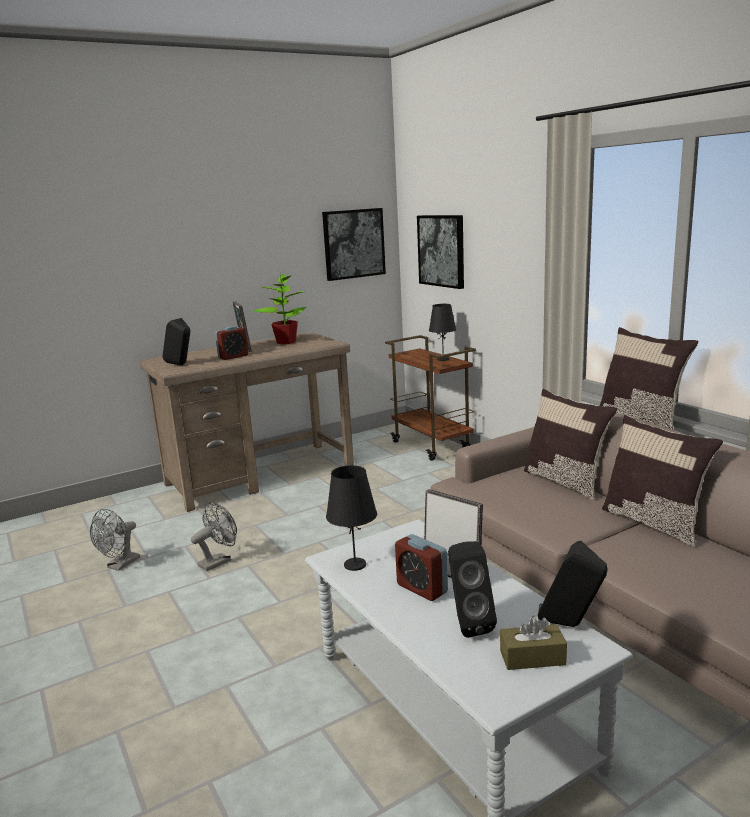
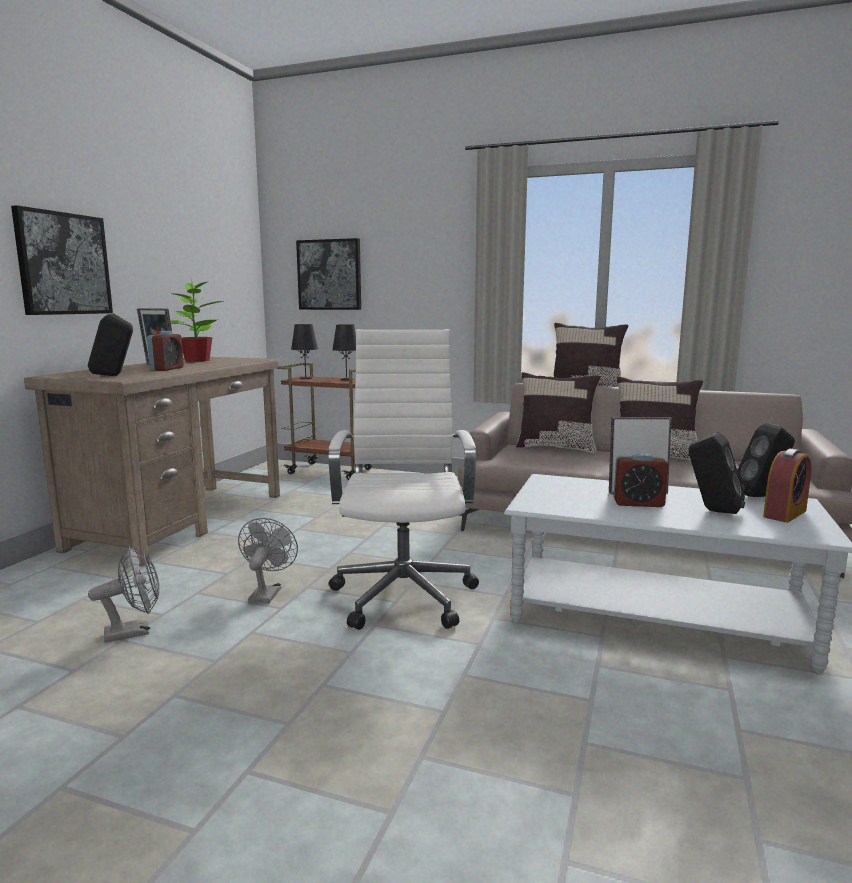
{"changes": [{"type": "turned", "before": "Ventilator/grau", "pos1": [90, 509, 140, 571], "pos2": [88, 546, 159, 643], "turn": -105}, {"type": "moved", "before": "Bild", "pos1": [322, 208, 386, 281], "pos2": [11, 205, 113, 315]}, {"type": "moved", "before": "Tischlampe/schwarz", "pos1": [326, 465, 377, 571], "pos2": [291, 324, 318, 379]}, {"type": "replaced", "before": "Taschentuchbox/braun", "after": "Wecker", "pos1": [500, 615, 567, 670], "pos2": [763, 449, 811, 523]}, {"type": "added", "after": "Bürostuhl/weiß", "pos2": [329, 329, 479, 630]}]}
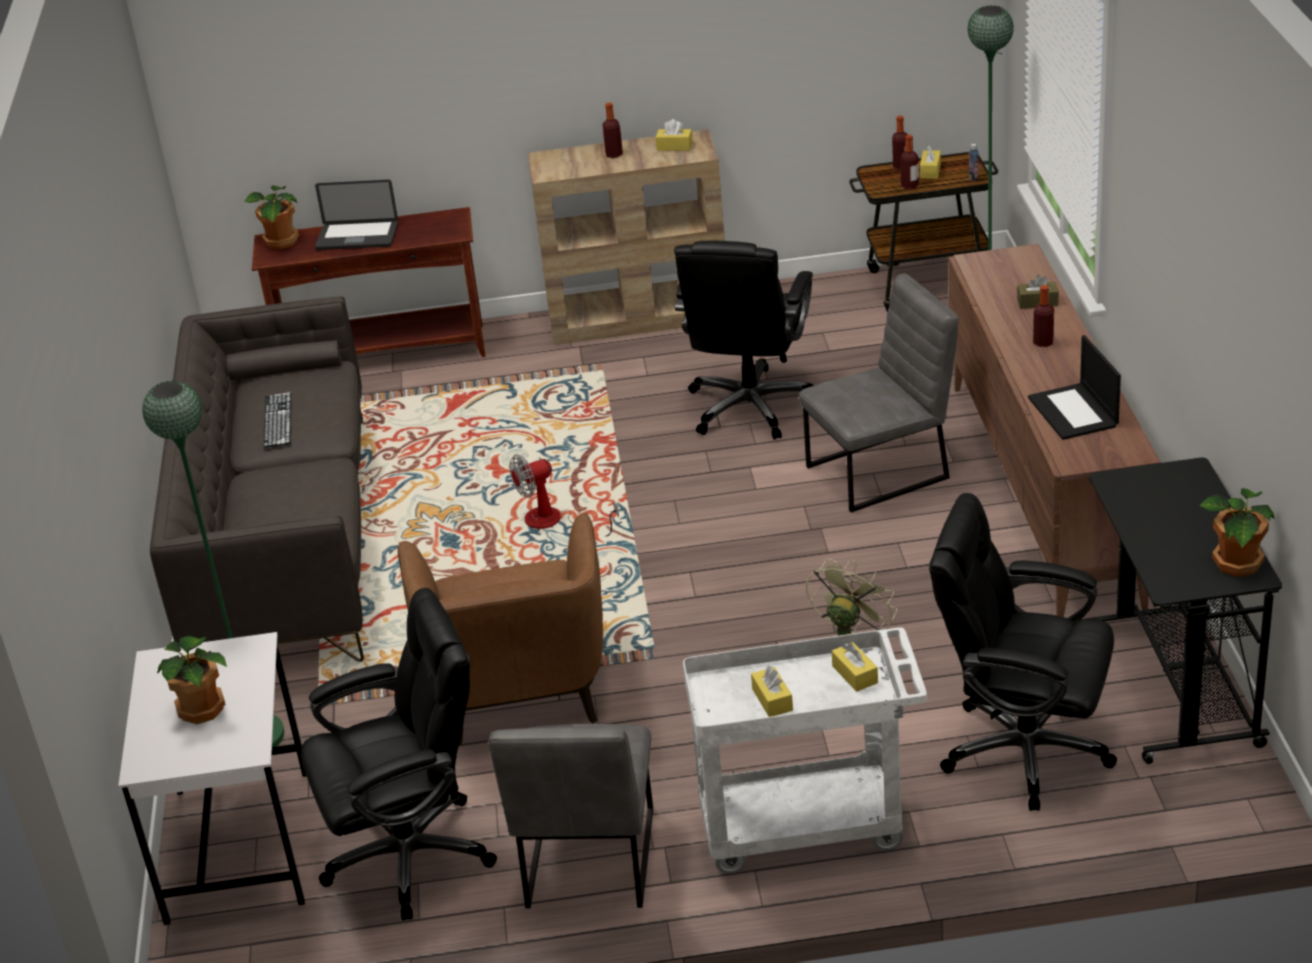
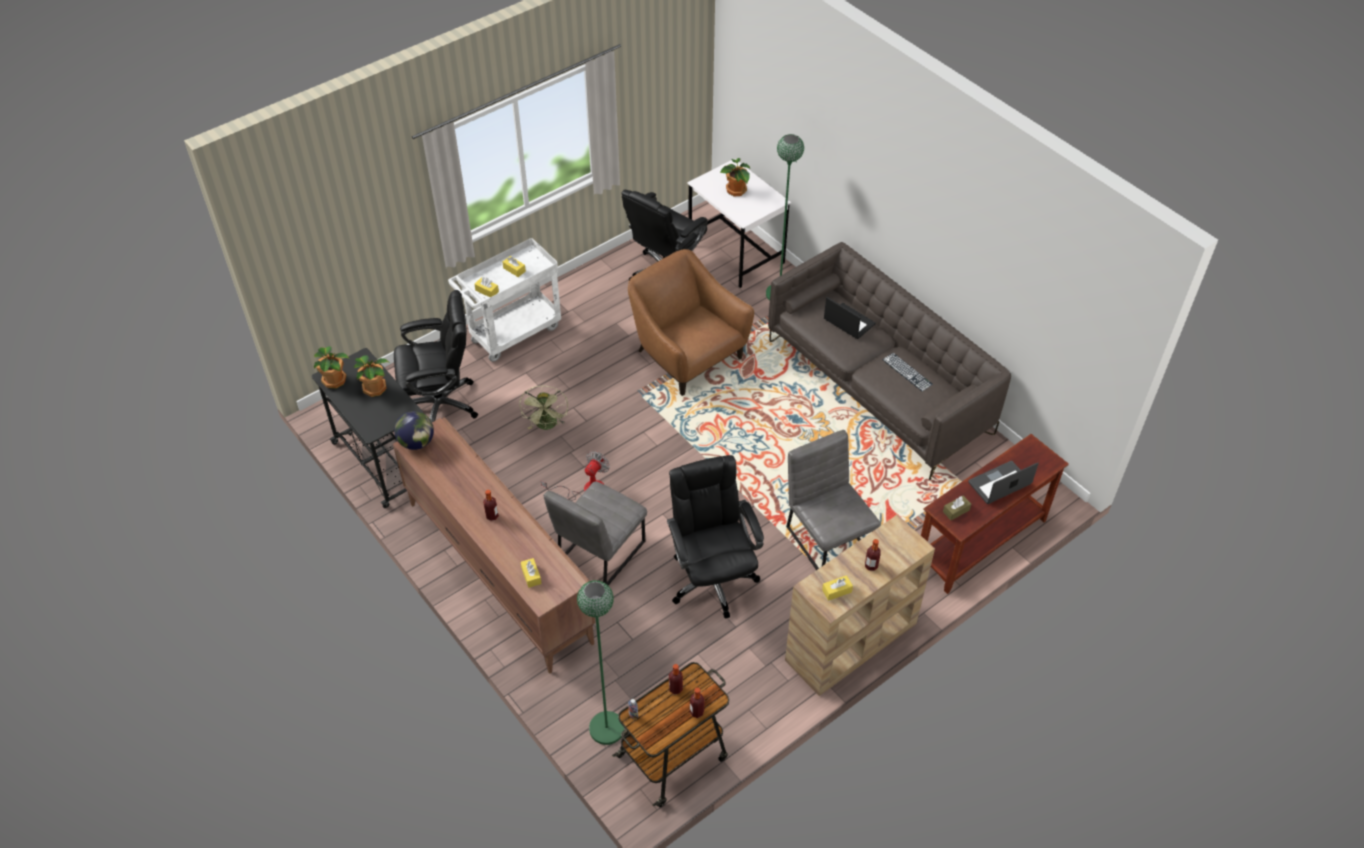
{"changes": [{"type": "moved", "before": "Topfpflanze", "pos1": [244, 186, 299, 249], "pos2": [354, 355, 389, 397]}, {"type": "moved", "before": "Stuhl/grau", "pos1": [489, 724, 653, 908], "pos2": [786, 430, 880, 570]}, {"type": "moved", "before": "Ventilator", "pos1": [509, 454, 619, 537], "pos2": [541, 451, 610, 500]}, {"type": "moved", "before": "Taschentuchbox/gelb", "pos1": [920, 145, 941, 179], "pos2": [521, 558, 542, 588]}, {"type": "moved", "before": "Taschentuchbox/braun", "pos1": [1017, 275, 1059, 309], "pos2": [943, 496, 971, 520]}, {"type": "moved", "before": "Laptop", "pos1": [1028, 335, 1121, 440], "pos2": [824, 297, 876, 339]}, {"type": "added", "after": "Globus", "pos2": [394, 411, 434, 450]}]}
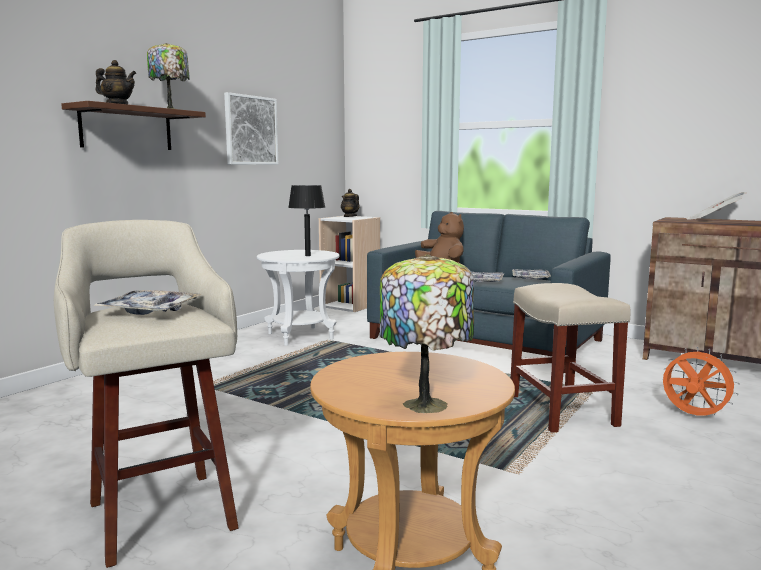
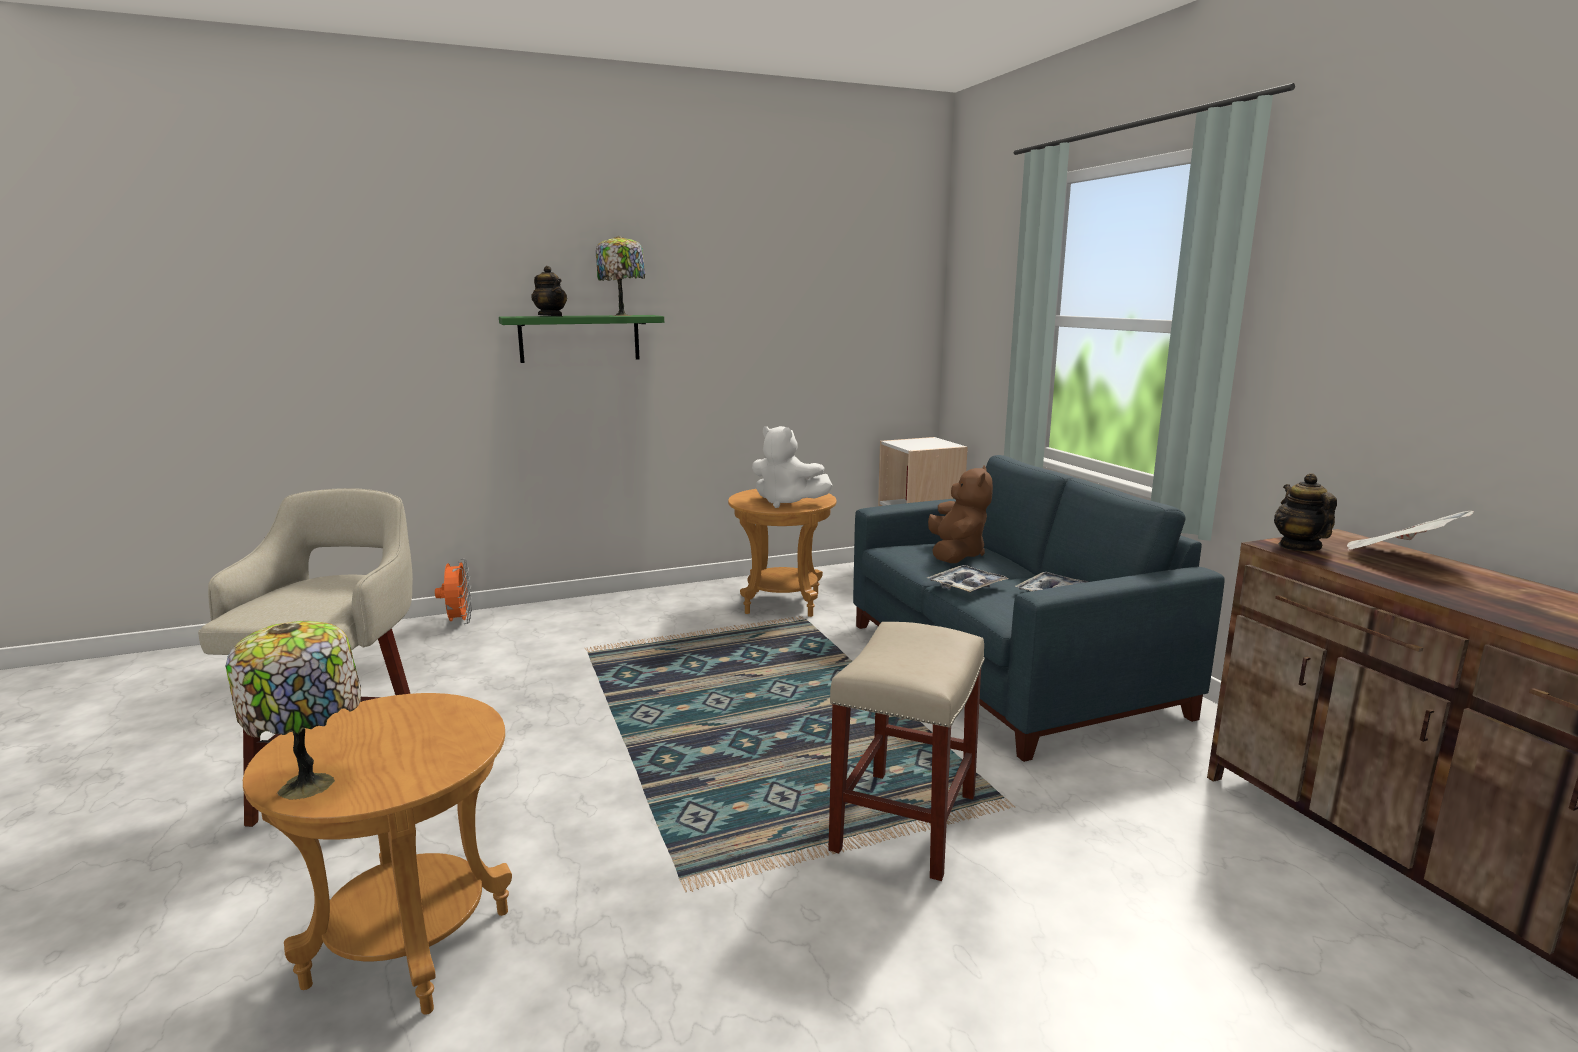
{"changes": [{"type": "recoloured", "before": "Wandregal/braun", "after": "Wandregal/grün", "pos1": [61, 101, 206, 150], "pos2": [499, 315, 664, 363]}, {"type": "removed", "before": "Tablett", "pos1": [93, 290, 201, 315]}, {"type": "removed", "before": "Bild", "pos1": [224, 92, 278, 165]}, {"type": "recoloured", "before": "Beistelltisch/weiß", "after": "Beistelltisch/braun", "pos1": [257, 250, 339, 346], "pos2": [728, 489, 837, 617]}, {"type": "replaced", "before": "Tischlampe/schwarz", "after": "Plüschtier/weiß", "pos1": [288, 185, 325, 256], "pos2": [752, 426, 832, 508]}, {"type": "moved", "before": "Teekanne", "pos1": [341, 189, 360, 217], "pos2": [1274, 473, 1337, 551]}, {"type": "moved", "before": "Ventilator/orange", "pos1": [663, 347, 740, 416], "pos2": [435, 558, 472, 624]}]}
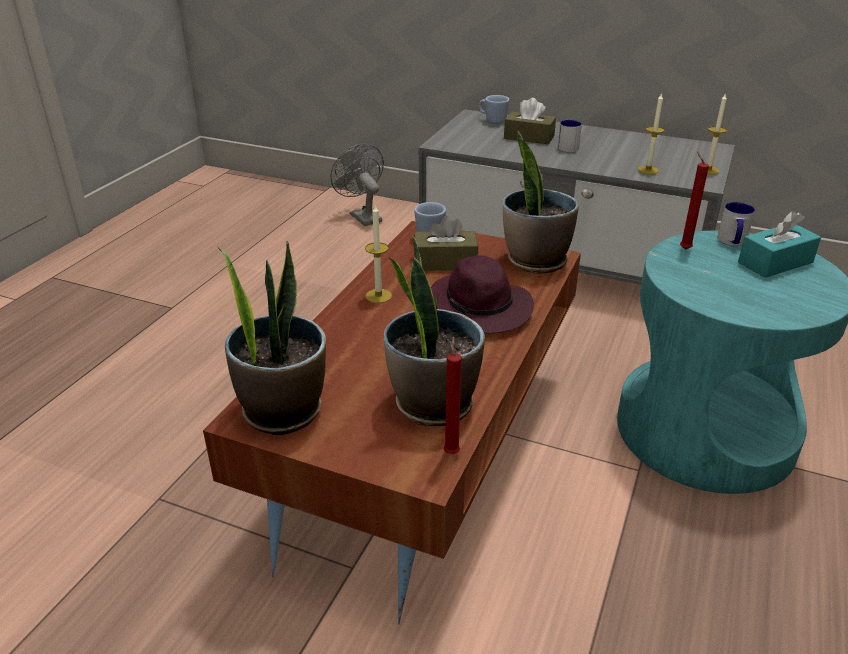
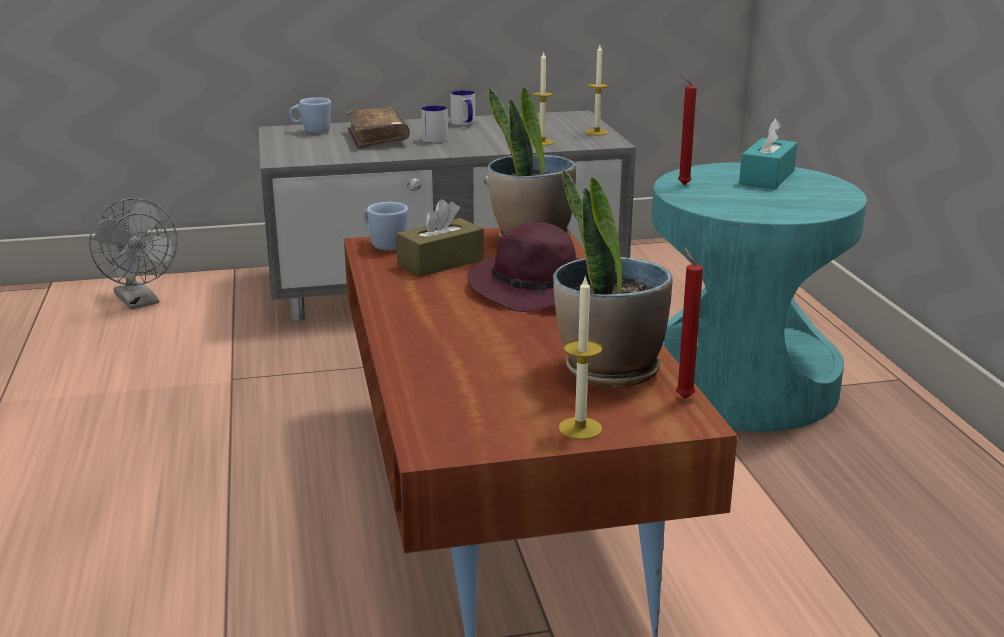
{"changes": [{"type": "removed", "before": "Topfpflanze", "pos1": [218, 241, 326, 435]}, {"type": "turned", "before": "Ventilator/grau", "pos1": [330, 144, 384, 226], "pos2": [89, 198, 178, 309], "turn": -150}, {"type": "moved", "before": "Kerze", "pos1": [365, 205, 392, 303], "pos2": [558, 275, 602, 440]}, {"type": "replaced", "before": "Taschentuchbox/braun", "after": "Buch/braun", "pos1": [504, 98, 556, 144], "pos2": [346, 107, 410, 149]}, {"type": "moved", "before": "Henkelbecher", "pos1": [717, 202, 755, 246], "pos2": [450, 90, 475, 126]}]}
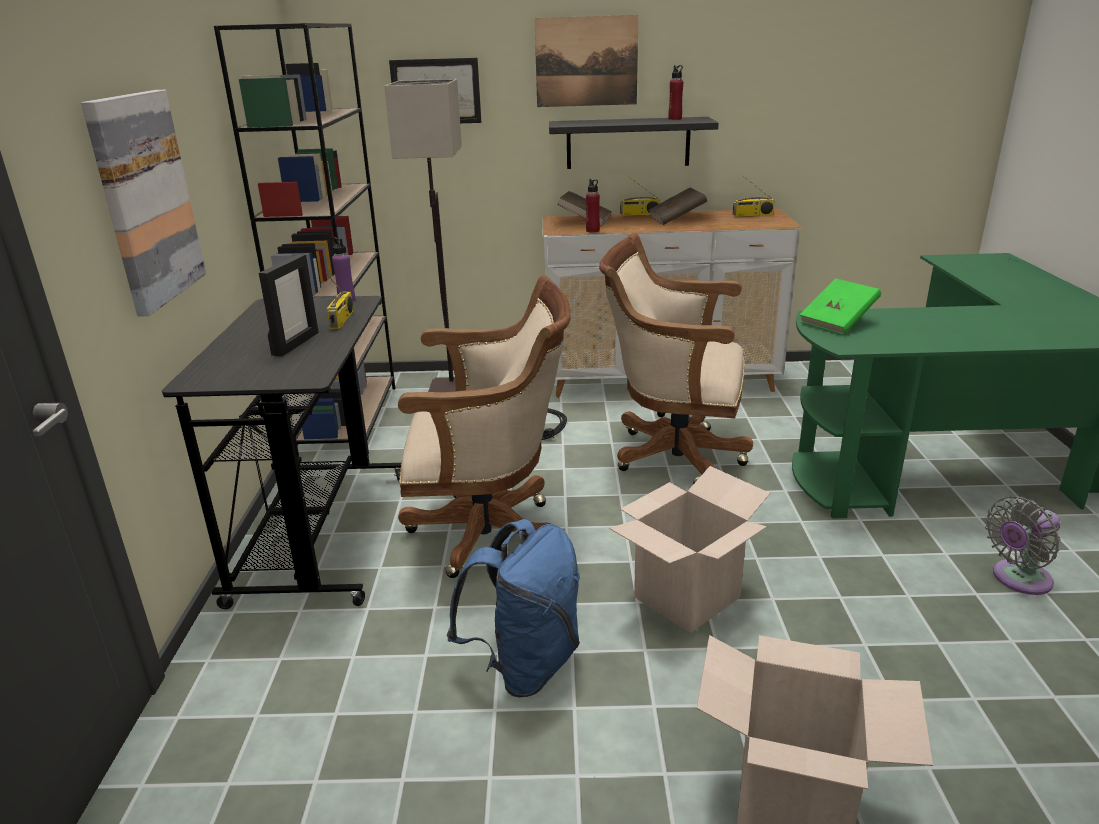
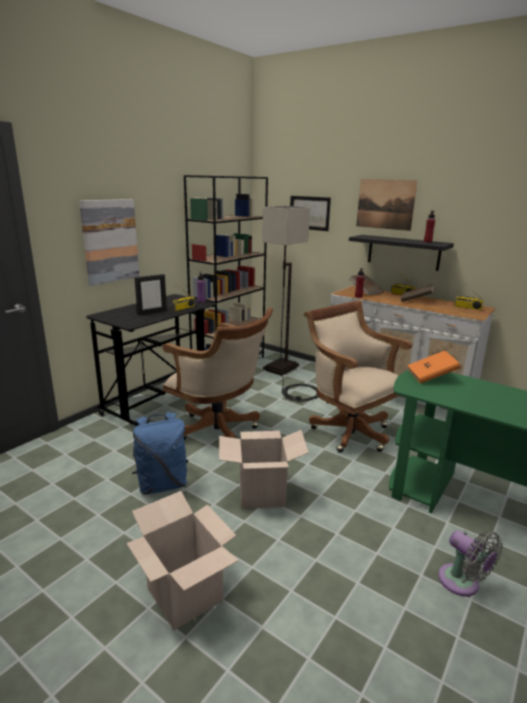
{"changes": [{"type": "recoloured", "before": "Buch/grün", "after": "Buch/orange", "pos1": [799, 278, 881, 335], "pos2": [407, 351, 461, 384]}, {"type": "turned", "before": "Ventilator/grau", "pos1": [985, 496, 1061, 595], "pos2": [438, 530, 503, 597], "turn": -135}]}
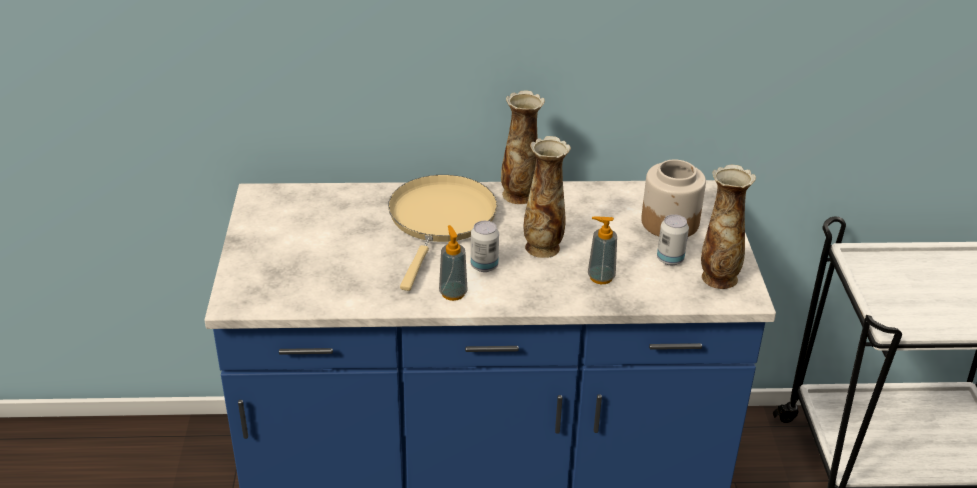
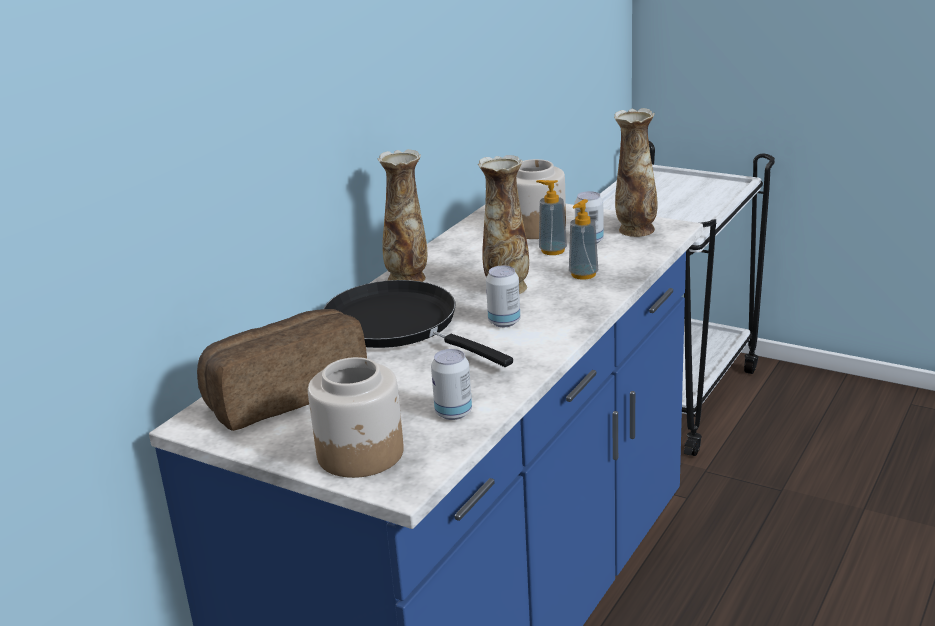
{"changes": [{"type": "recoloured", "before": "Pfanne/beige", "after": "Pfanne/schwarz", "pos1": [388, 175, 497, 291], "pos2": [323, 280, 513, 367]}, {"type": "moved", "before": "Seifenspender", "pos1": [439, 225, 468, 301], "pos2": [536, 180, 567, 255]}, {"type": "added", "after": "Brot", "pos2": [197, 309, 367, 431]}, {"type": "added", "after": "Vorratsglas", "pos2": [308, 357, 404, 478]}, {"type": "added", "after": "Dose", "pos2": [431, 349, 472, 420]}]}
